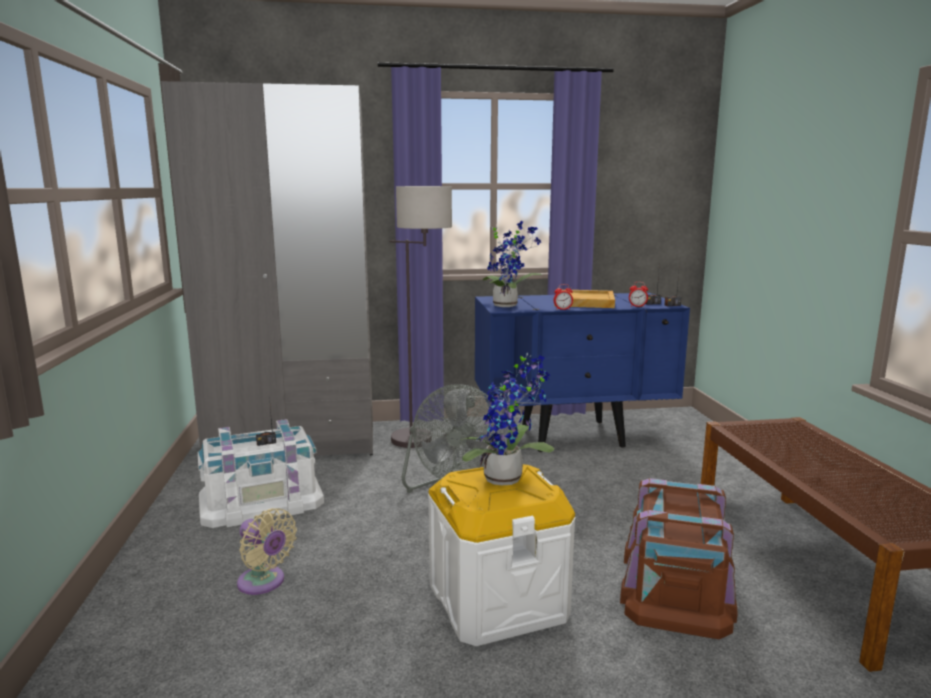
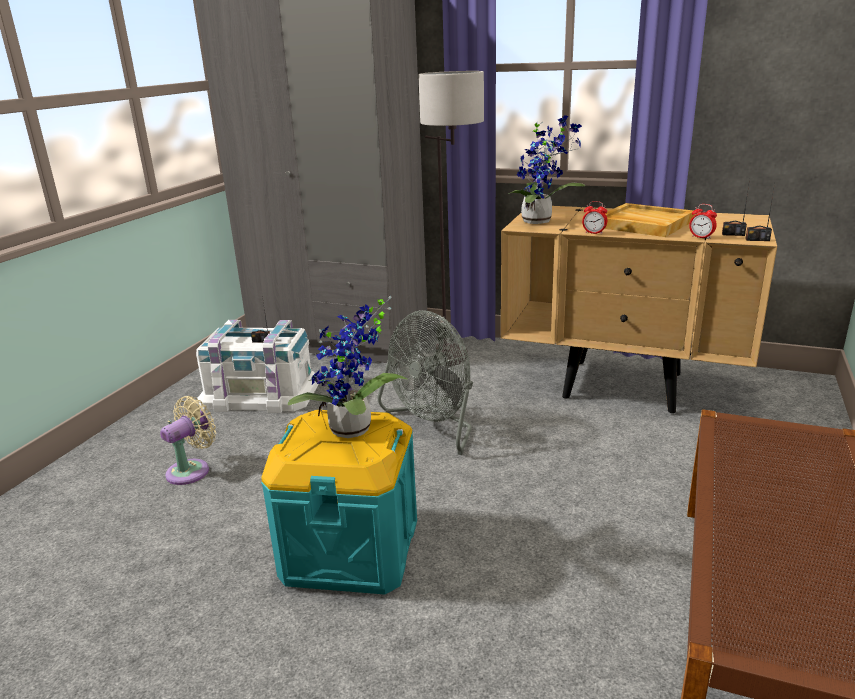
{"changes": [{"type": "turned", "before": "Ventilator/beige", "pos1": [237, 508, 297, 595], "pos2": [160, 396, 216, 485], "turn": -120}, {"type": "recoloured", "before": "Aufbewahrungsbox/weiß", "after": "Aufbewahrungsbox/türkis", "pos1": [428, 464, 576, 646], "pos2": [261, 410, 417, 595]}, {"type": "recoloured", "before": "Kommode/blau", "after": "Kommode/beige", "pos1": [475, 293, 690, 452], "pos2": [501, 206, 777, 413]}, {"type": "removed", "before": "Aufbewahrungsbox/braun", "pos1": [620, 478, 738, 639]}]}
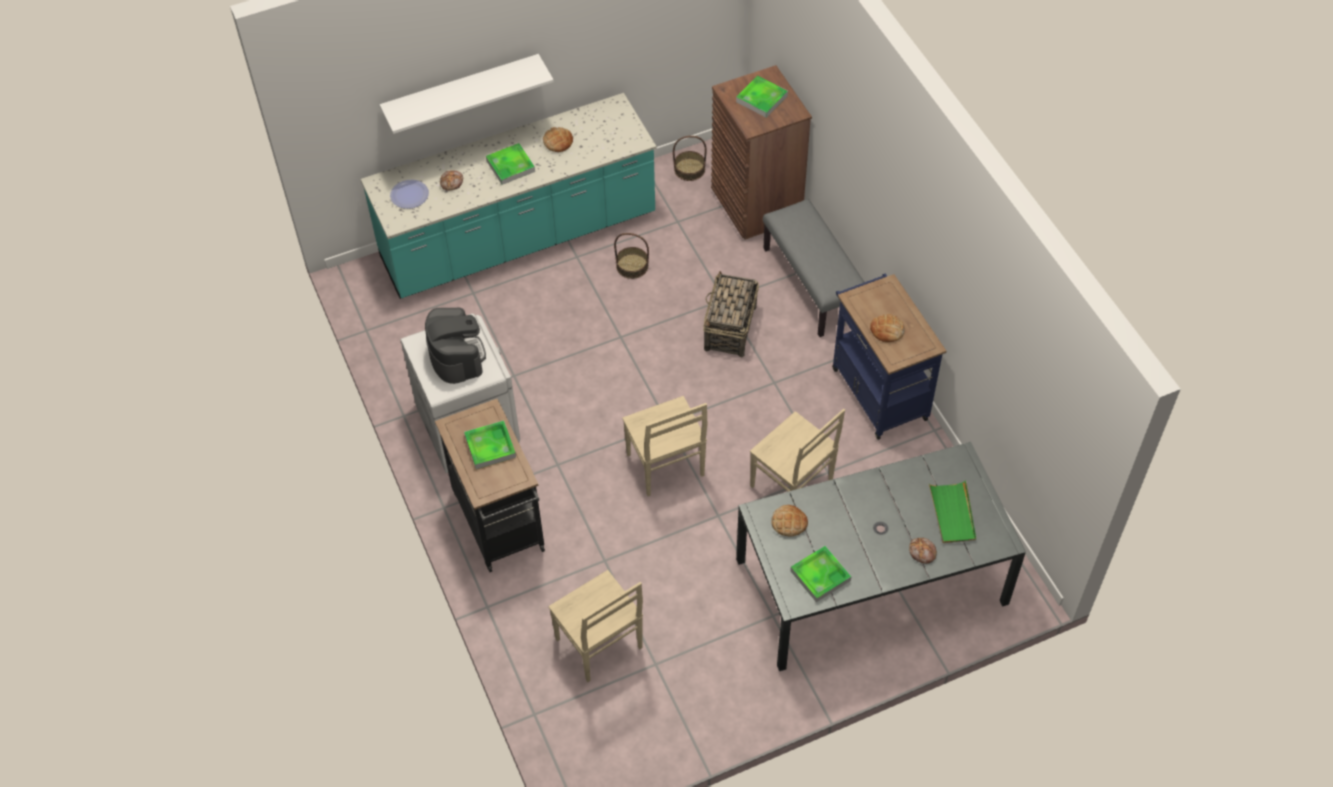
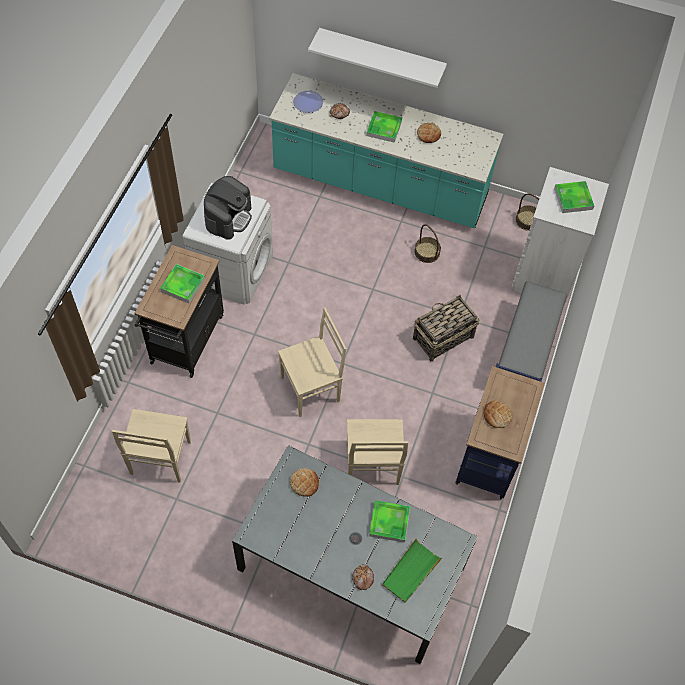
{"changes": [{"type": "turned", "before": "Stuhl/beige", "pos1": [622, 396, 707, 496], "pos2": [278, 307, 346, 417], "turn": -135}, {"type": "recoloured", "before": "Kommode/braun", "after": "Kommode/weiß", "pos1": [711, 65, 812, 240], "pos2": [511, 167, 609, 305]}, {"type": "moved", "before": "Tablett", "pos1": [790, 546, 852, 602], "pos2": [369, 500, 410, 543]}]}
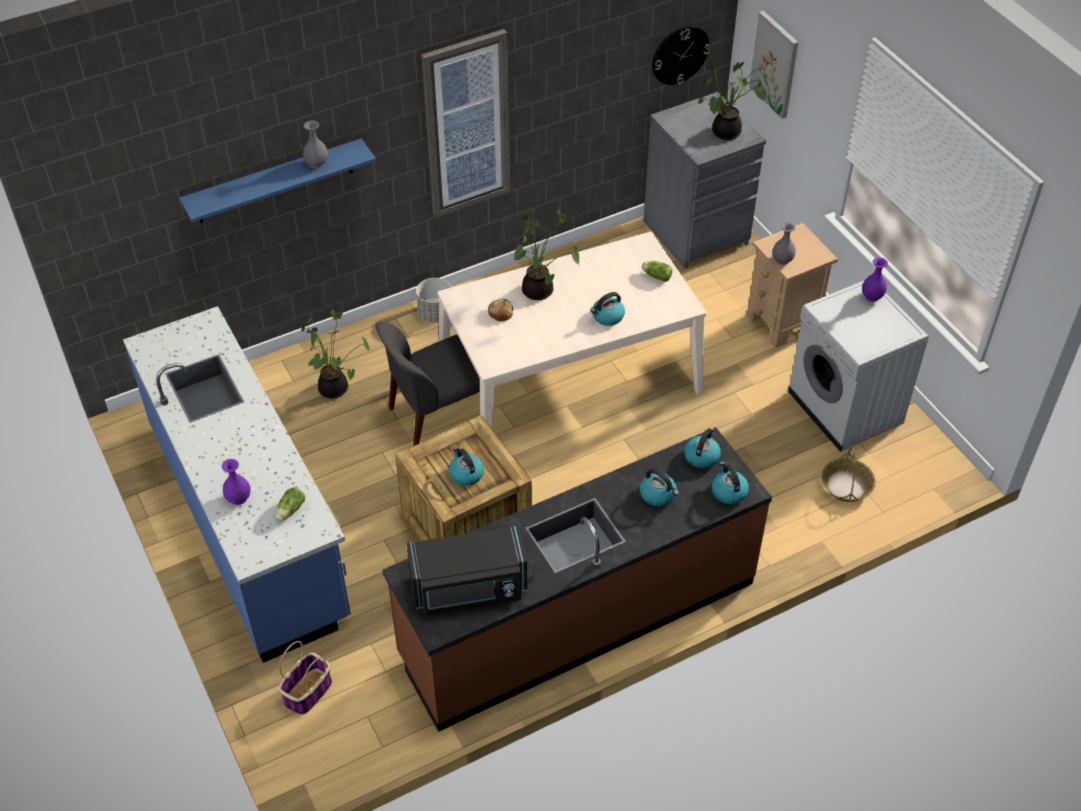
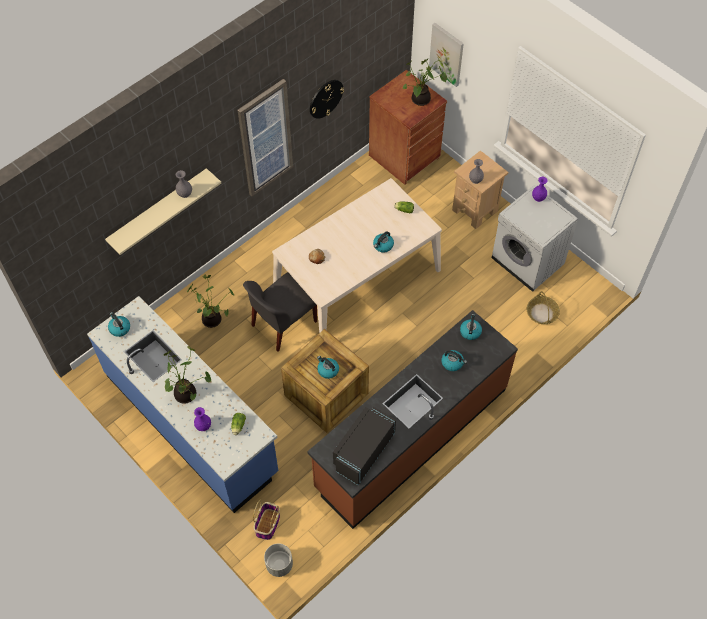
{"changes": [{"type": "recoloured", "before": "Wandregal/blau", "after": "Wandregal/beige", "pos1": [179, 138, 376, 223], "pos2": [105, 168, 221, 255]}, {"type": "turned", "before": "Mikrowelle/schwarz", "pos1": [407, 525, 527, 616], "pos2": [333, 407, 396, 485], "turn": 150}, {"type": "moved", "before": "Pflanzkübel/grau", "pos1": [416, 278, 451, 323], "pos2": [264, 543, 293, 577]}, {"type": "moved", "before": "Topfpflanze", "pos1": [514, 209, 579, 300], "pos2": [164, 346, 211, 404]}, {"type": "recoloured", "before": "Kommode/grau", "after": "Kommode/braun", "pos1": [643, 92, 766, 269], "pos2": [369, 70, 447, 185]}, {"type": "moved", "before": "Wanduhr", "pos1": [652, 26, 710, 85], "pos2": [310, 80, 344, 119]}, {"type": "moved", "before": "Wasserkessel", "pos1": [712, 462, 749, 504], "pos2": [108, 312, 130, 337]}]}
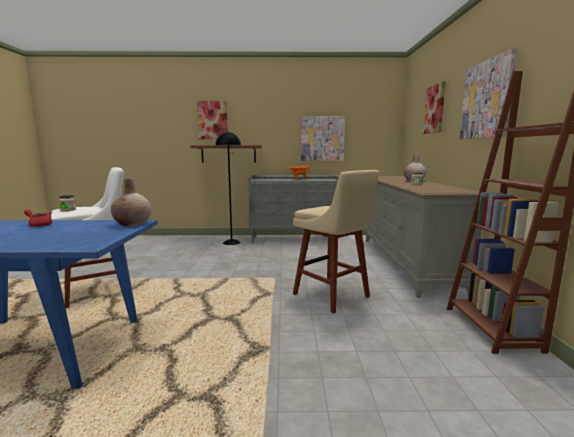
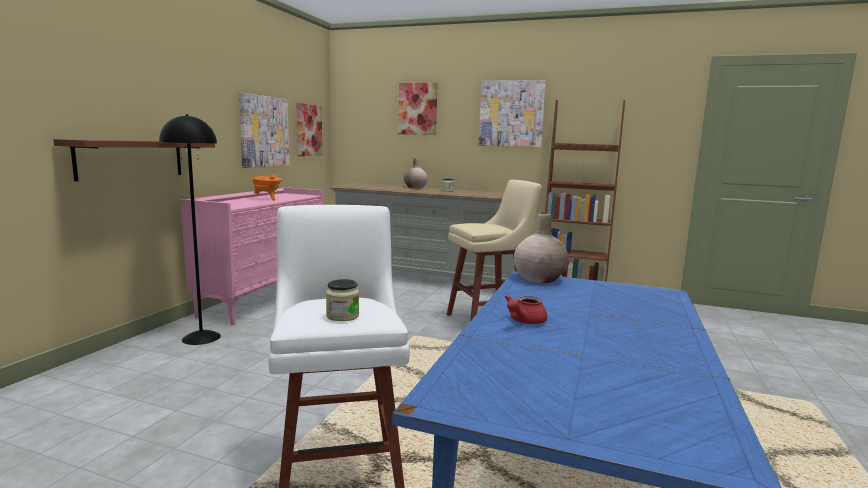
{"changes": [{"type": "moved", "before": "Bild", "pos1": [197, 101, 228, 139], "pos2": [296, 103, 322, 156]}, {"type": "recoloured", "before": "Kommode/grau", "after": "Kommode/rosa", "pos1": [248, 175, 339, 243], "pos2": [181, 187, 323, 325]}]}
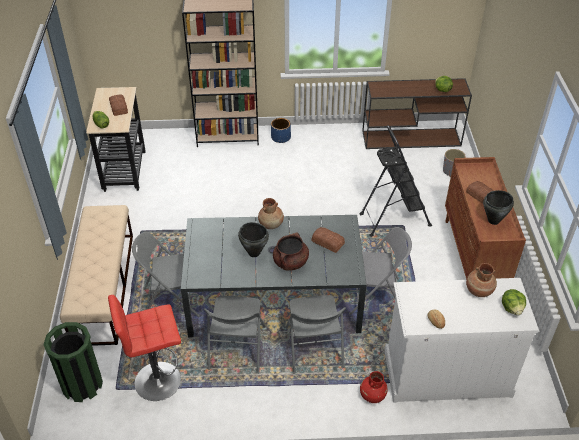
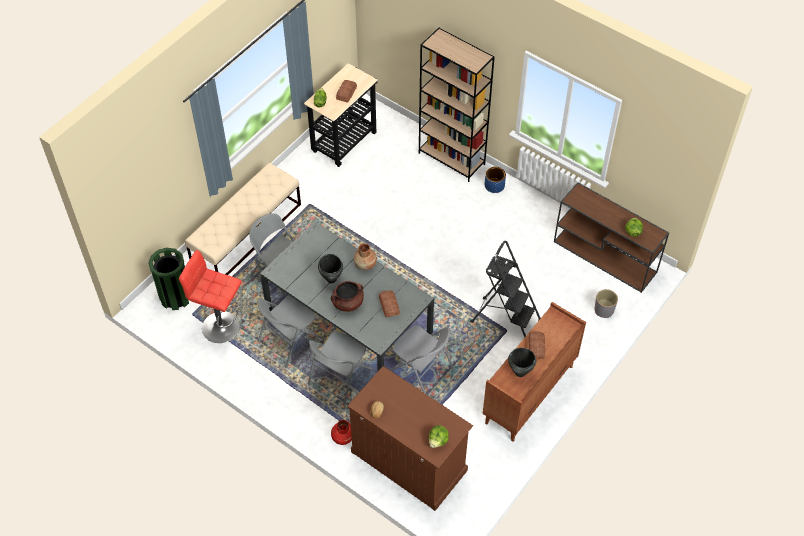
{"changes": [{"type": "recoloured", "before": "Kommode/weiß", "after": "Kommode/braun", "pos1": [385, 278, 539, 403], "pos2": [347, 366, 473, 511]}, {"type": "removed", "before": "Vase/braun", "pos1": [466, 263, 497, 297]}]}
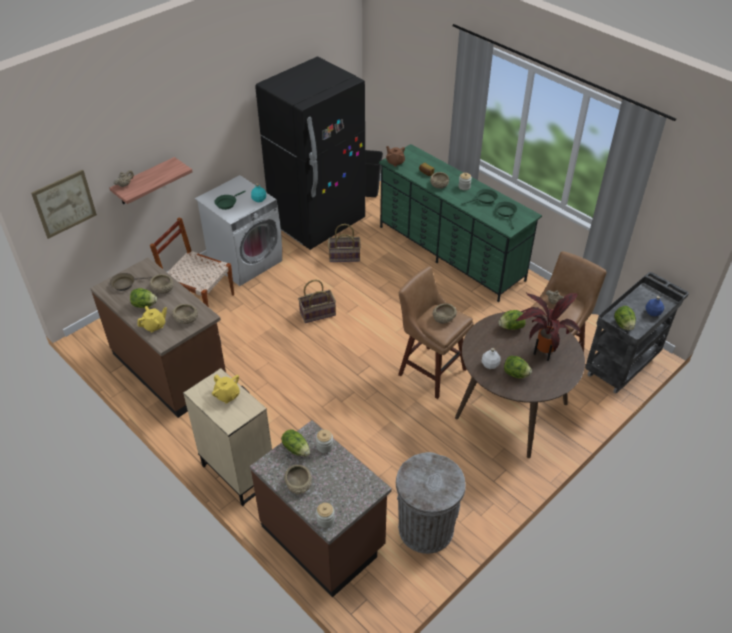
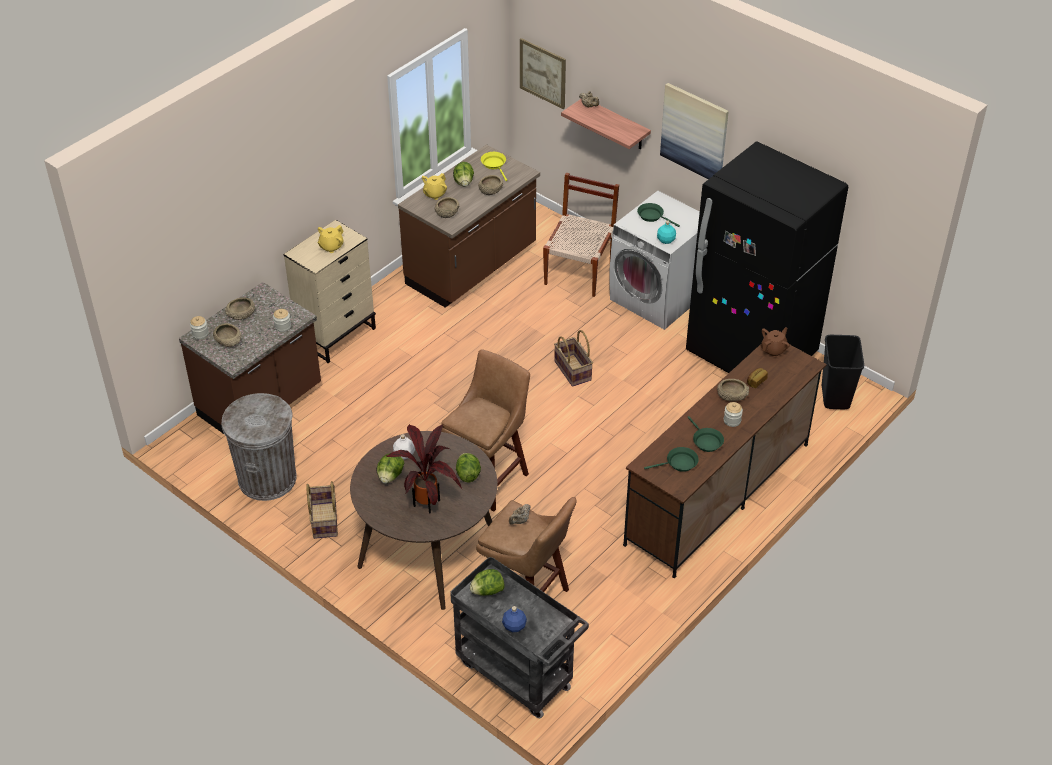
{"changes": [{"type": "recoloured", "before": "Pfanne/braun", "after": "Pfanne/gelb", "pos1": [110, 273, 154, 291], "pos2": [481, 152, 507, 181]}, {"type": "turned", "before": "Teekanne/gelb", "pos1": [137, 306, 167, 333], "pos2": [422, 173, 447, 200], "turn": 75}, {"type": "removed", "before": "Salatkopf", "pos1": [281, 429, 310, 457]}, {"type": "moved", "before": "Korb", "pos1": [328, 224, 361, 262], "pos2": [306, 481, 338, 539]}, {"type": "recoloured", "before": "Kommode/grün", "after": "Kommode/braun", "pos1": [379, 144, 542, 302], "pos2": [623, 344, 827, 579]}, {"type": "moved", "before": "Schüssel/beige", "pos1": [433, 303, 457, 324], "pos2": [213, 323, 241, 347]}, {"type": "added", "after": "Bild", "pos2": [660, 83, 729, 179]}]}
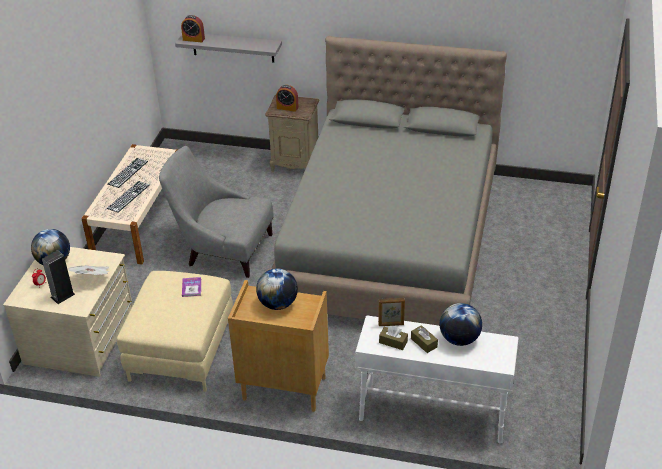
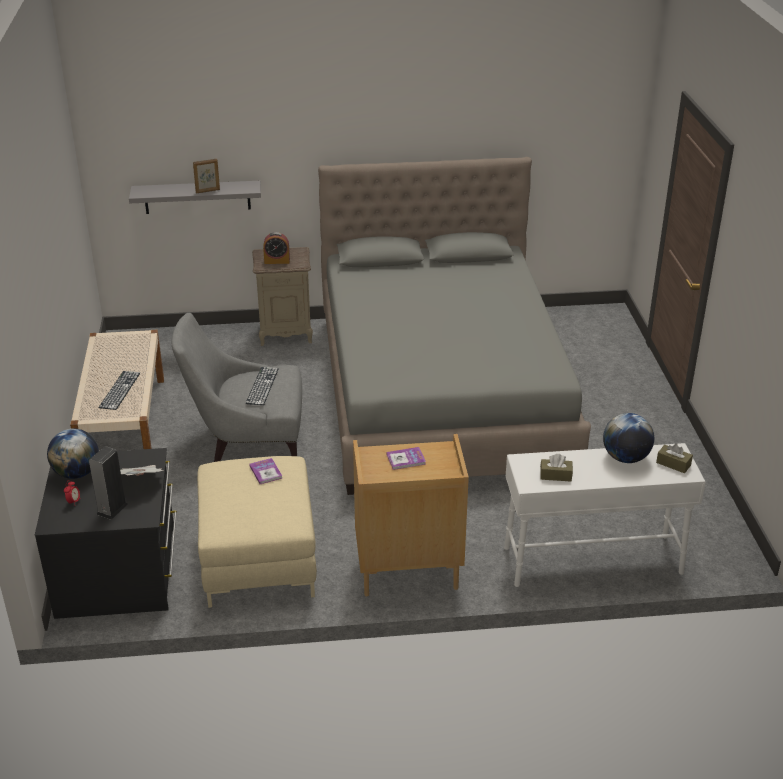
{"changes": [{"type": "recoloured", "before": "Kommode/beige", "after": "Kommode/schwarz", "pos1": [3, 247, 133, 377], "pos2": [35, 448, 177, 619]}, {"type": "moved", "before": "Tastatur", "pos1": [108, 158, 148, 188], "pos2": [246, 367, 279, 405]}, {"type": "removed", "before": "Wecker", "pos1": [181, 15, 205, 43]}, {"type": "replaced", "before": "Globus", "after": "Buch", "pos1": [256, 268, 298, 310], "pos2": [386, 447, 426, 470]}, {"type": "moved", "before": "Bilderrahmen", "pos1": [378, 298, 405, 326], "pos2": [193, 159, 220, 193]}, {"type": "moved", "before": "Taschentuchbox/braun", "pos1": [411, 325, 438, 353], "pos2": [656, 444, 693, 473]}]}
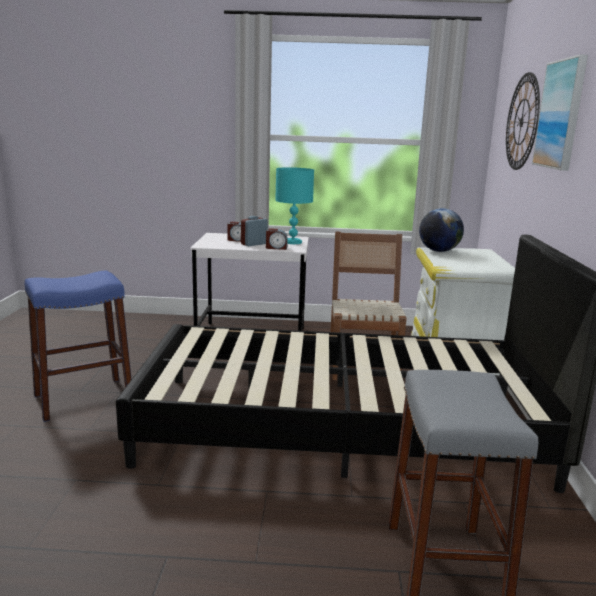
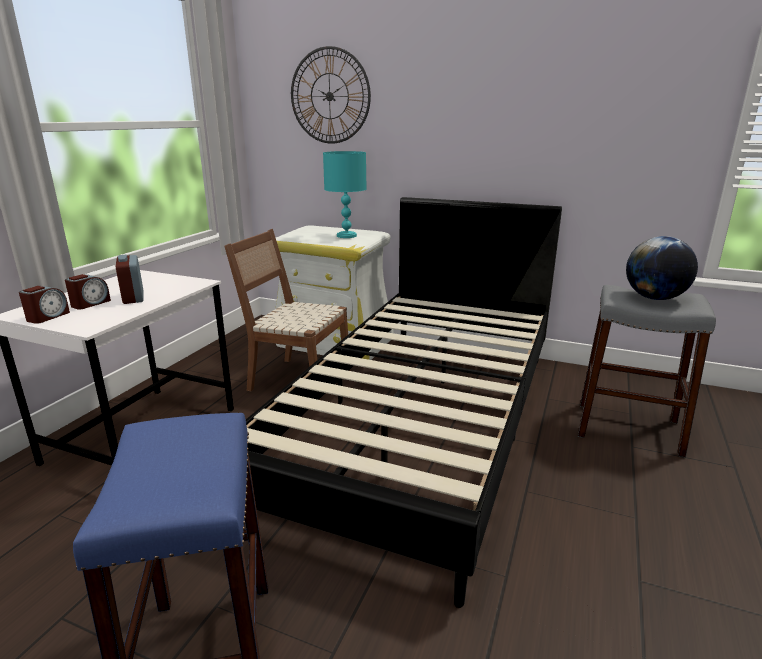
{"changes": [{"type": "moved", "before": "Wecker", "pos1": [266, 228, 288, 250], "pos2": [19, 286, 70, 324]}, {"type": "moved", "before": "Tischlampe/türkis", "pos1": [275, 167, 314, 244], "pos2": [323, 151, 366, 238]}, {"type": "moved", "before": "Globus", "pos1": [419, 208, 464, 252], "pos2": [626, 236, 698, 300]}, {"type": "removed", "before": "Bild", "pos1": [532, 54, 588, 171]}]}
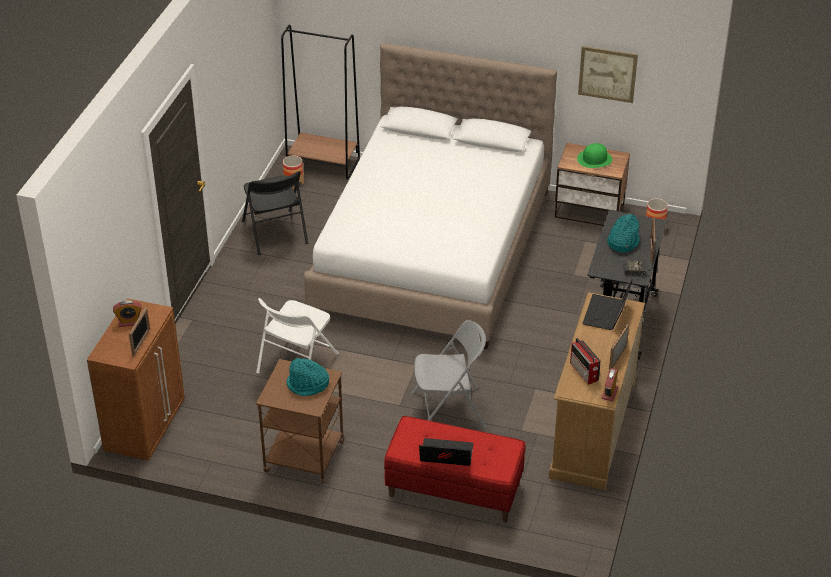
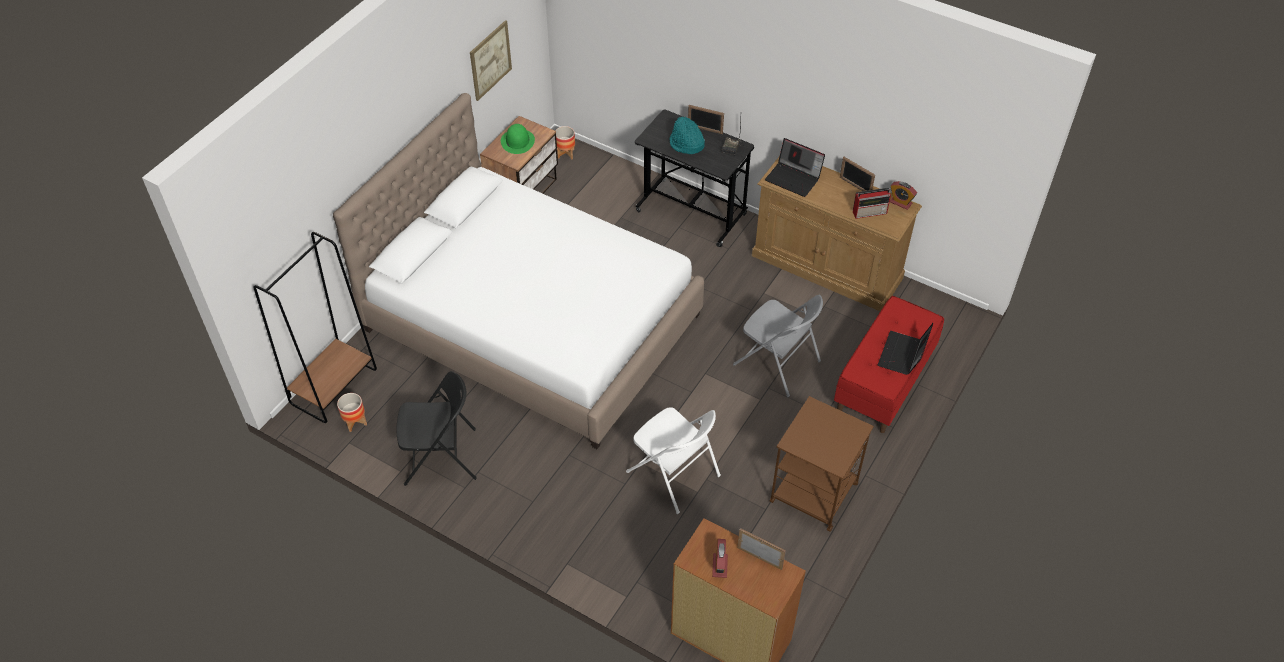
{"changes": [{"type": "removed", "before": "Hut/türkis", "pos1": [286, 358, 329, 396]}, {"type": "turned", "before": "Stuhl/grau", "pos1": [412, 320, 486, 428], "pos2": [733, 295, 823, 398], "turn": 120}]}
